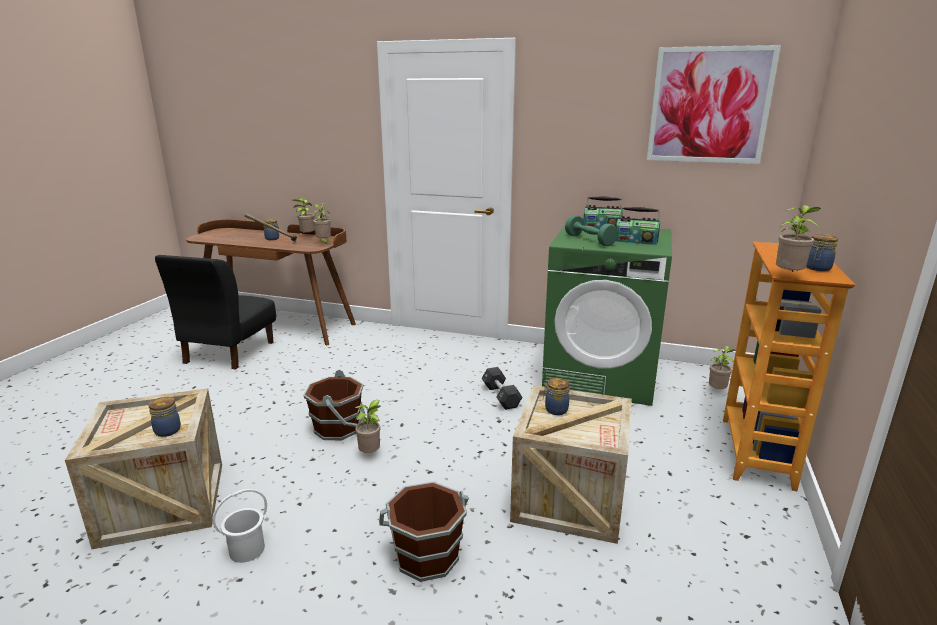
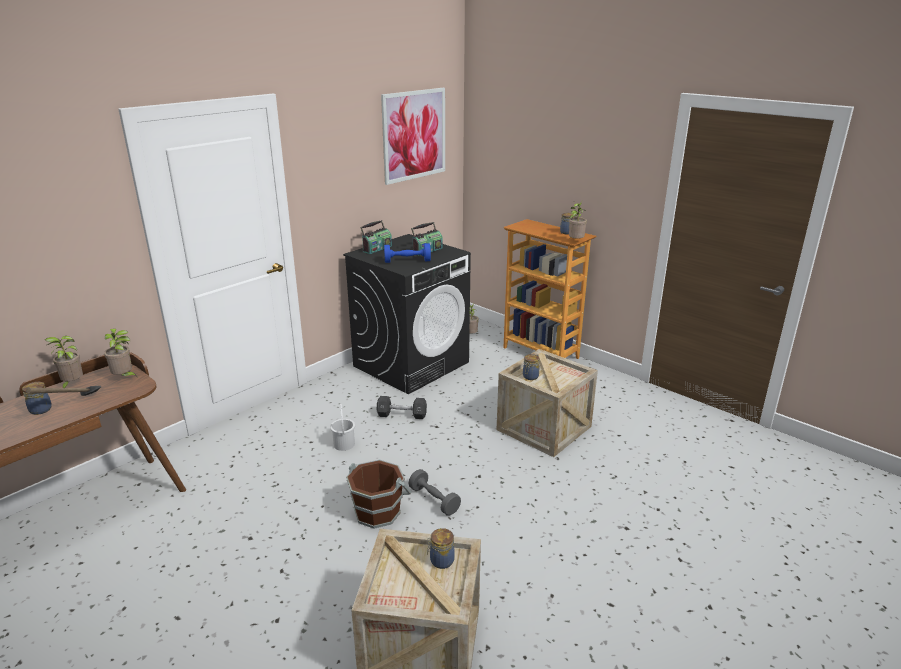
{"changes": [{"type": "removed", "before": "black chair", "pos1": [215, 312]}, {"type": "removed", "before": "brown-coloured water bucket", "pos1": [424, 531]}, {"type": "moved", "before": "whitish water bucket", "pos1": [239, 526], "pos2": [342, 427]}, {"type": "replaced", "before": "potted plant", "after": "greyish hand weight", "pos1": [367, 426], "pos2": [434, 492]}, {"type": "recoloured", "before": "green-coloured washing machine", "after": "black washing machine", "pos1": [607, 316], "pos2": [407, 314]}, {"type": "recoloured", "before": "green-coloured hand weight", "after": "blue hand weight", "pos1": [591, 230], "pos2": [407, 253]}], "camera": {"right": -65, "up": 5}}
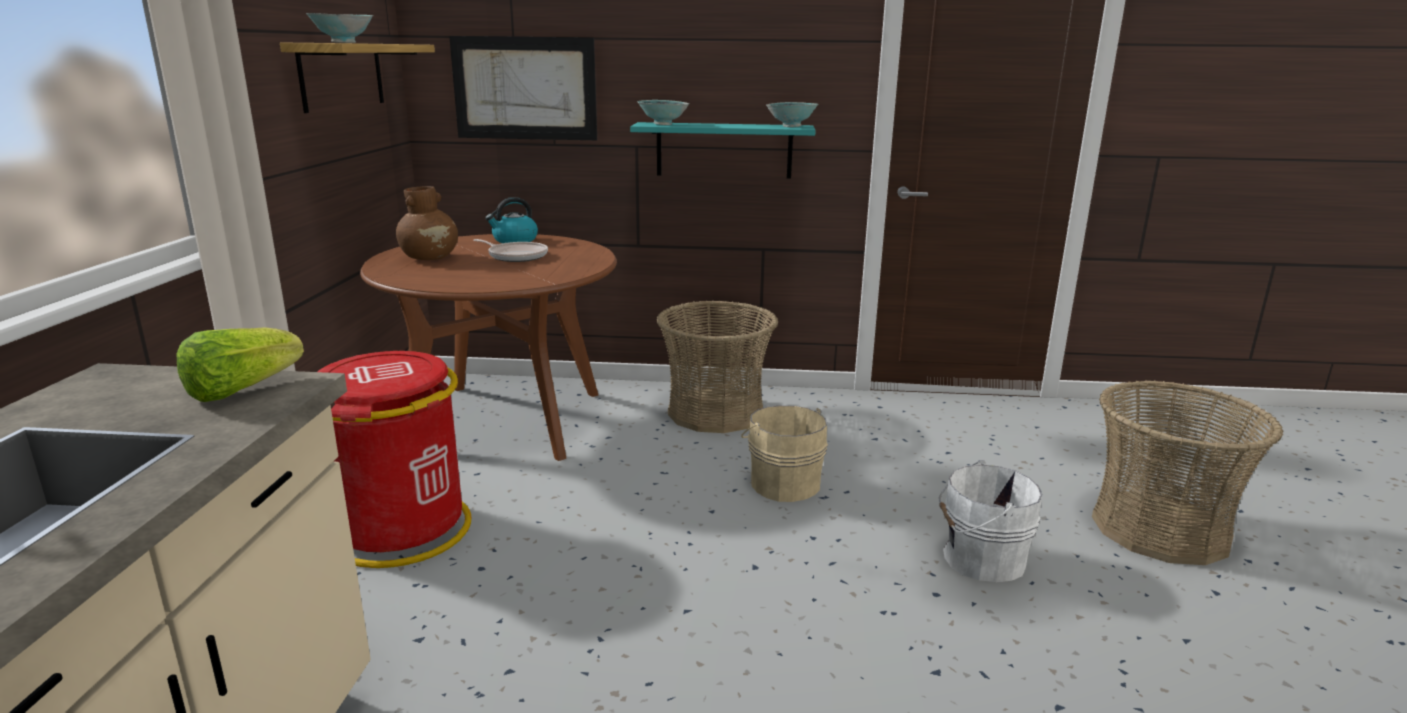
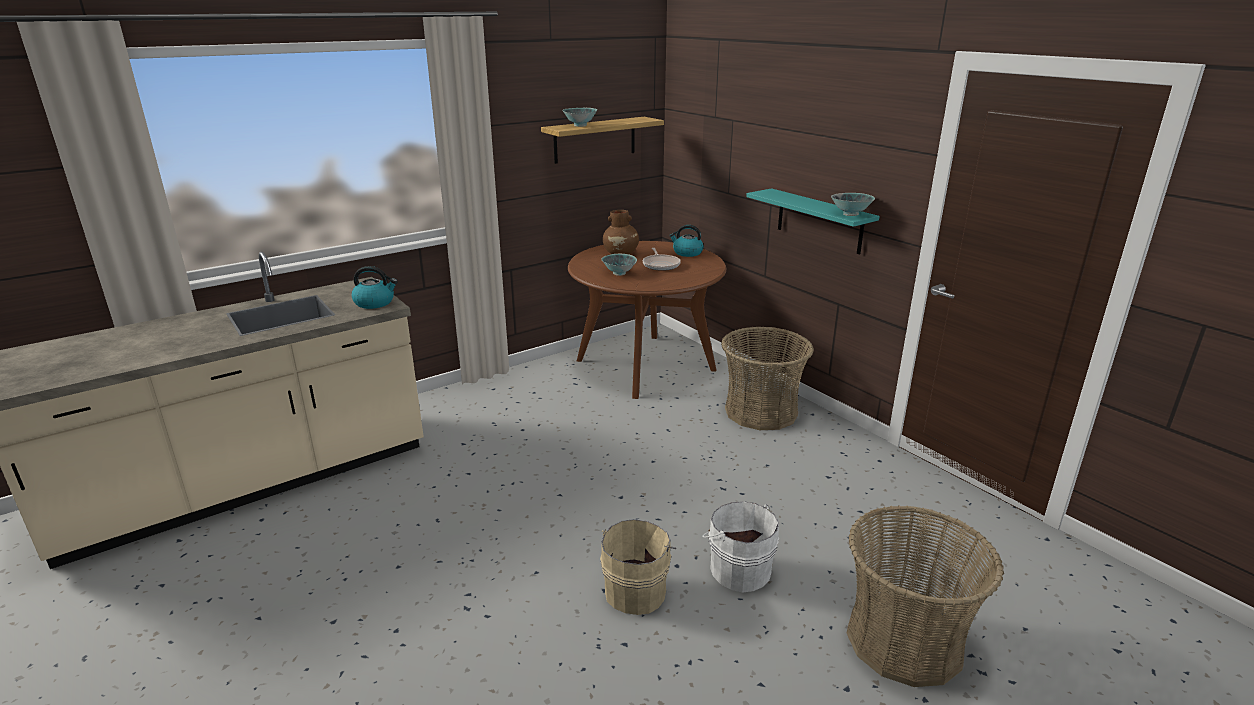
{"changes": [{"type": "removed", "before": "red waste bin", "pos1": [394, 459]}, {"type": "removed", "before": "wall picture", "pos1": [523, 88]}, {"type": "moved", "before": "serving bowl", "pos1": [663, 112], "pos2": [619, 265]}, {"type": "moved", "before": "beige water bucket", "pos1": [784, 453], "pos2": [638, 567]}, {"type": "replaced", "before": "head of lettuce", "after": "tea kettle", "pos1": [240, 364], "pos2": [374, 287]}], "camera": {"right": 50, "up": 5}}
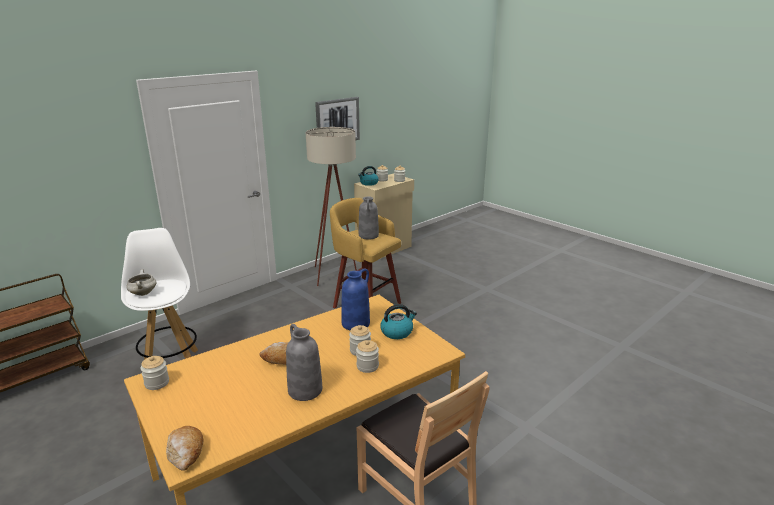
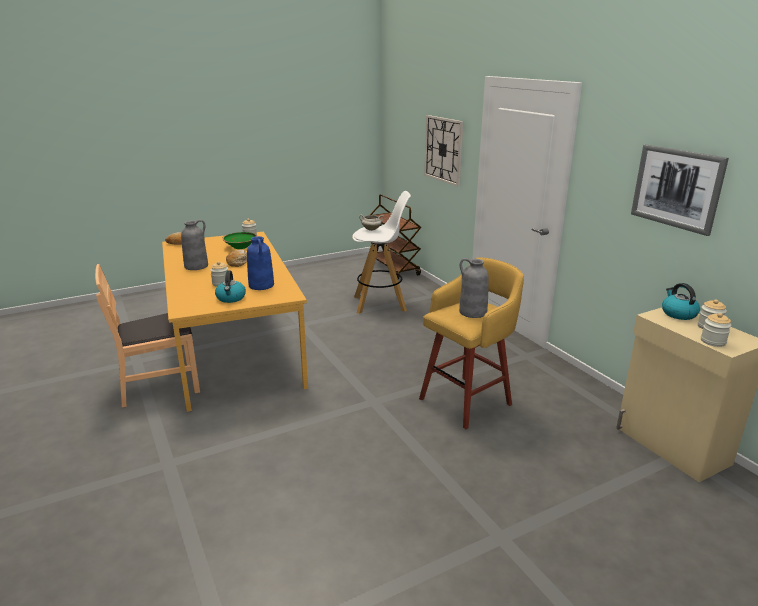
{"changes": [{"type": "removed", "before": "beige standard lamp", "pos1": [331, 206]}, {"type": "removed", "before": "preserve jar", "pos1": [367, 356]}, {"type": "added", "after": "green-coloured serving bowl", "pos2": [239, 240]}, {"type": "added", "after": "hanging clock", "pos2": [444, 151]}], "camera": {"right": 105, "up": 0}}
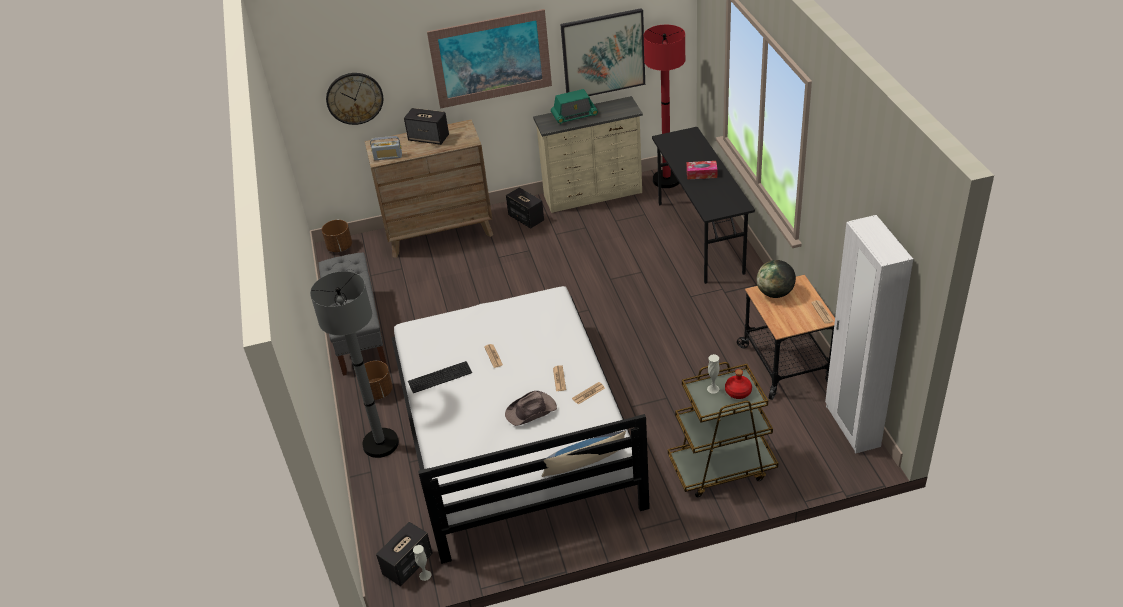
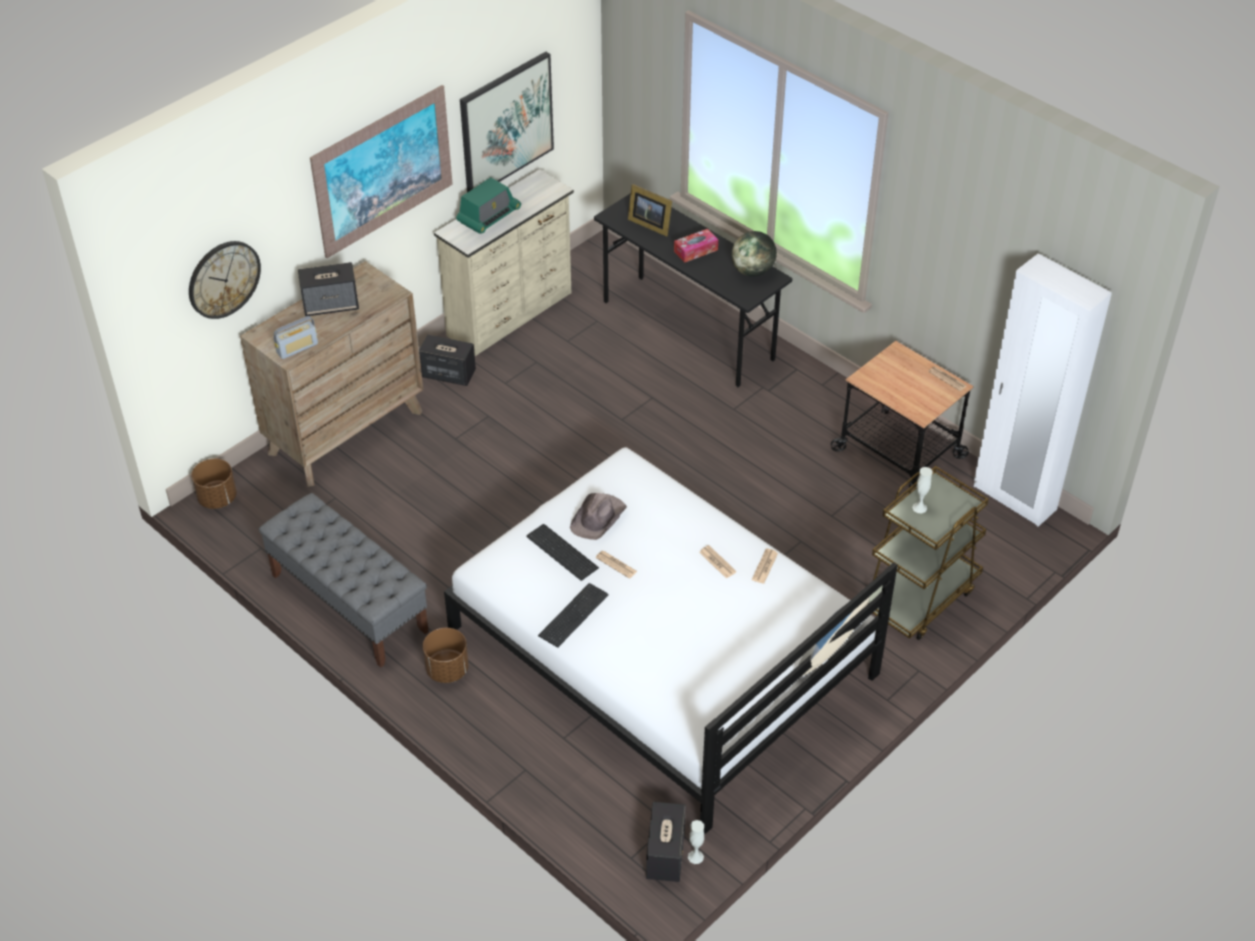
{"changes": [{"type": "removed", "before": "greyish standard lamp", "pos1": [354, 364]}, {"type": "removed", "before": "red standard lamp", "pos1": [664, 106]}, {"type": "removed", "before": "red beverage bottle", "pos1": [738, 384]}, {"type": "added", "after": "PC keyboard", "pos2": [562, 552]}, {"type": "added", "after": "standing frame", "pos2": [650, 210]}, {"type": "moved", "before": "brown-coloured hat", "pos1": [531, 408], "pos2": [598, 516]}, {"type": "moved", "before": "desk globe", "pos1": [776, 279], "pos2": [754, 254]}], "camera": {"right": -35, "up": 5}}
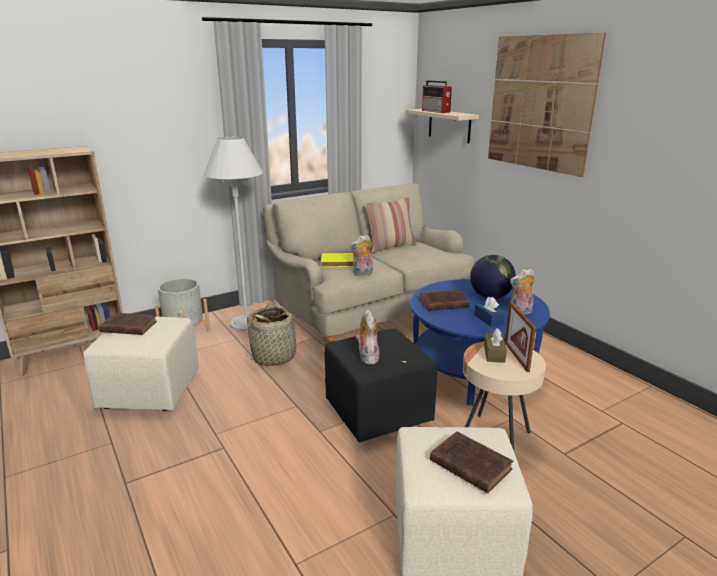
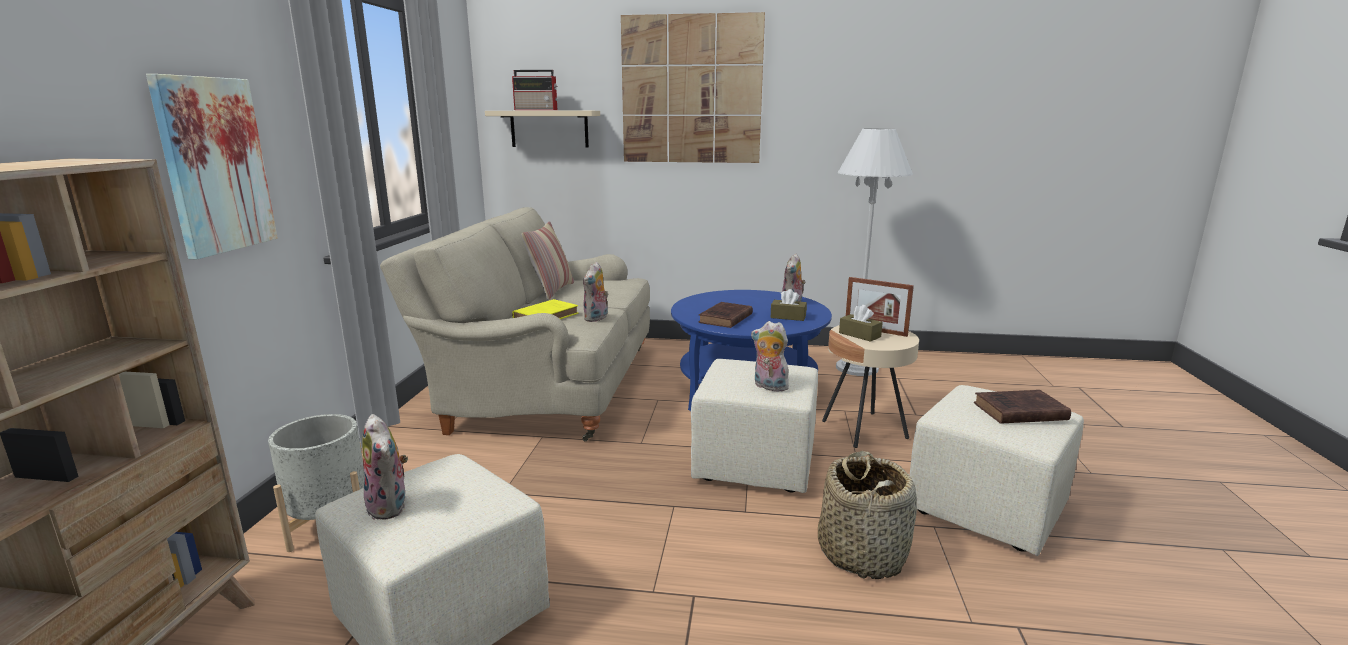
{"changes": [{"type": "removed", "before": "desk globe", "pos1": [493, 277]}, {"type": "added", "after": "wall picture", "pos2": [212, 166]}, {"type": "moved", "before": "whitish standard lamp", "pos1": [233, 233], "pos2": [874, 252]}, {"type": "moved", "before": "storage basket", "pos1": [275, 334], "pos2": [867, 515]}, {"type": "replaced", "before": "brown-coloured bound book", "after": "cuddly toy", "pos1": [128, 324], "pos2": [385, 467]}, {"type": "recoloured", "before": "black footrest", "after": "beige footrest", "pos1": [381, 385], "pos2": [754, 426]}, {"type": "recoloured", "before": "blue box of tissues", "after": "brown-coloured box of tissues", "pos1": [489, 312], "pos2": [789, 305]}], "camera": {"right": -50, "up": -5}}
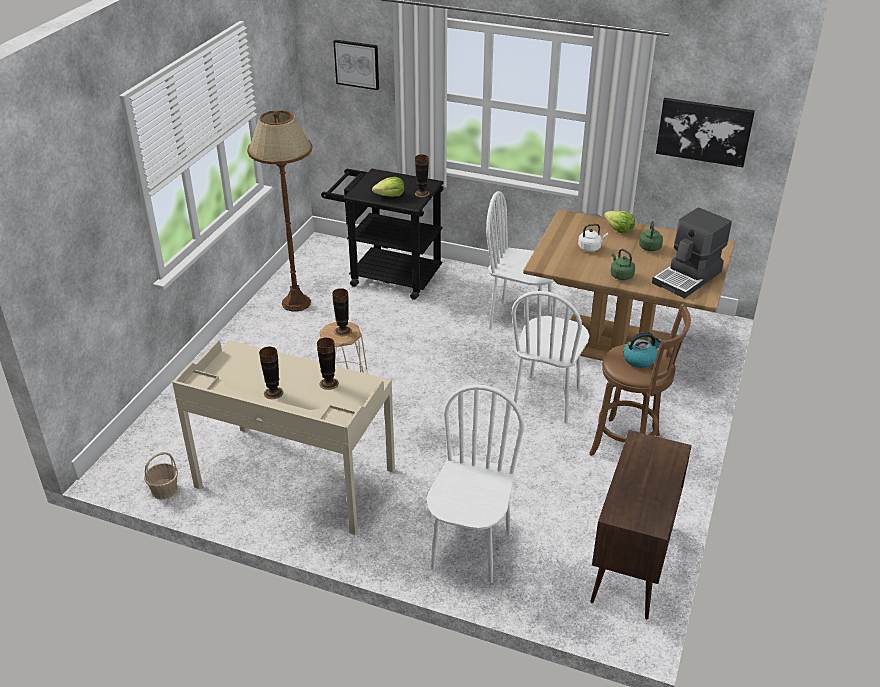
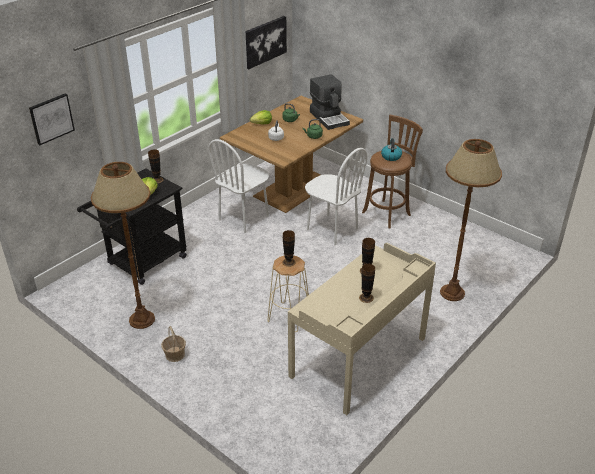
{"changes": [{"type": "removed", "before": "brown-coloured cabinet", "pos1": [641, 524]}, {"type": "moved", "before": "storage basket", "pos1": [161, 476], "pos2": [173, 344]}, {"type": "replaced", "before": "whitish chair", "after": "brown-coloured standard lamp", "pos1": [475, 484], "pos2": [471, 220]}], "camera": {"right": -70, "up": 0}}
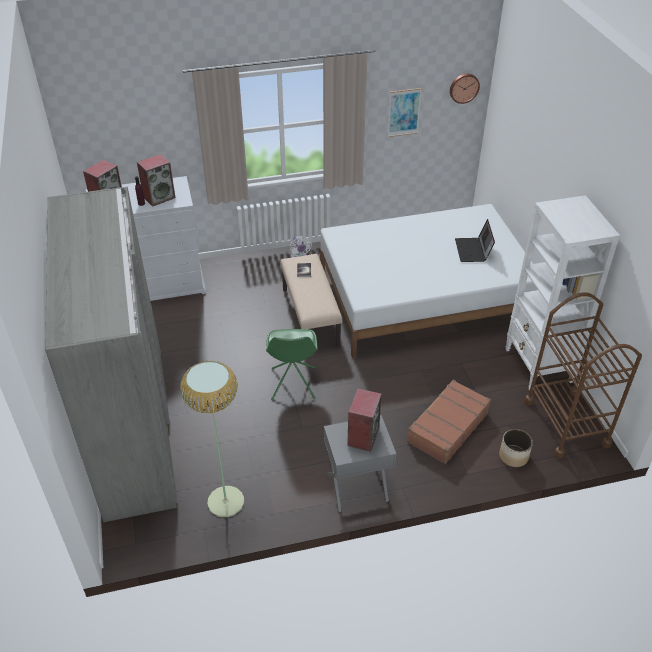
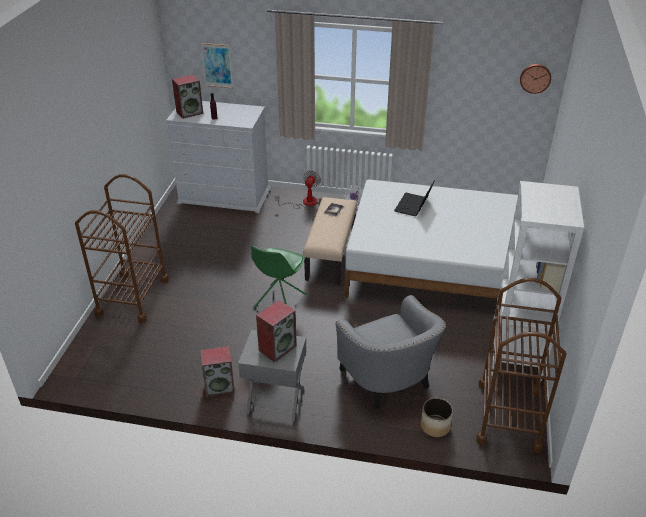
{"changes": [{"type": "removed", "before": "standard lamp", "pos1": [212, 439]}, {"type": "added", "after": "fan", "pos2": [298, 189]}, {"type": "moved", "before": "speaker", "pos1": [156, 180], "pos2": [217, 372]}, {"type": "moved", "before": "wall picture", "pos1": [404, 112], "pos2": [217, 65]}, {"type": "moved", "before": "portable computer", "pos1": [475, 240], "pos2": [414, 198]}, {"type": "replaced", "before": "greyish wardrobe", "after": "brown-coloured wheeled cart", "pos1": [111, 354], "pos2": [122, 248]}, {"type": "replaced", "before": "brown-coloured suitcase", "after": "greyish easy chair", "pos1": [449, 422], "pos2": [390, 351]}], "camera": {"right": 25, "up": -5}}
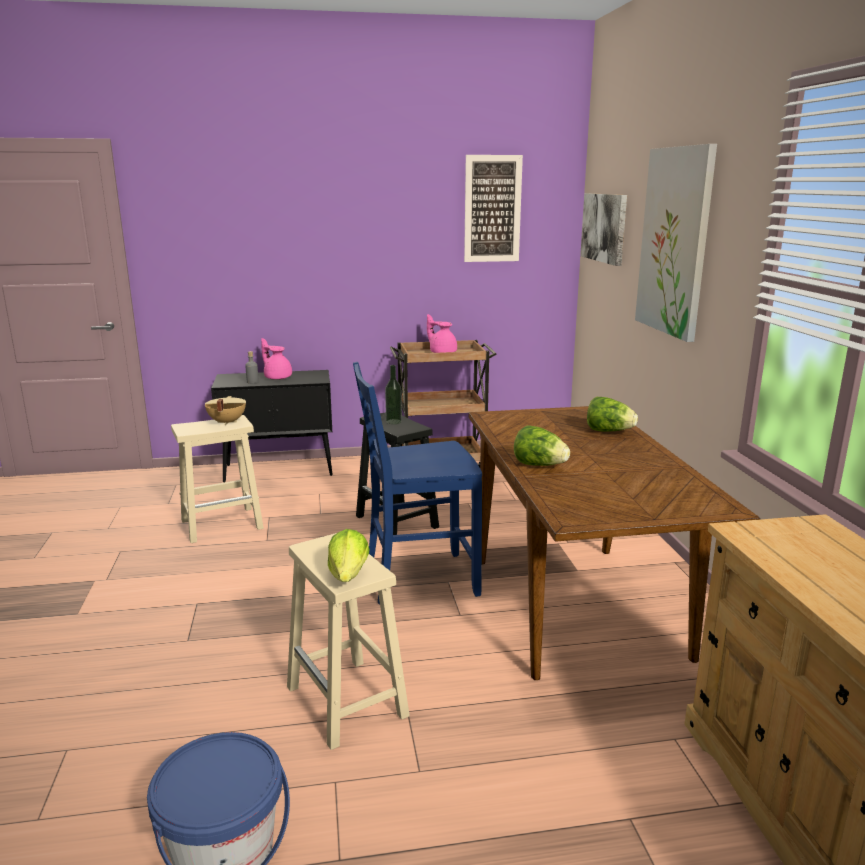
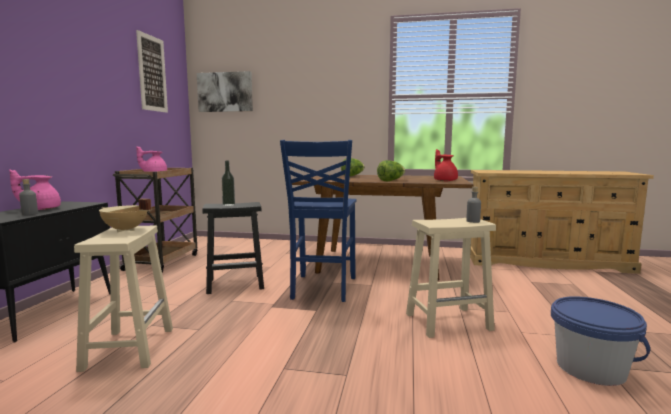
{"changes": [{"type": "removed", "before": "wall picture", "pos1": [676, 243]}, {"type": "added", "after": "red tea pot", "pos2": [446, 165]}, {"type": "replaced", "before": "head of lettuce", "after": "greyish beverage bottle", "pos1": [348, 555], "pos2": [473, 205]}], "camera": {"right": -70, "up": -10}}
